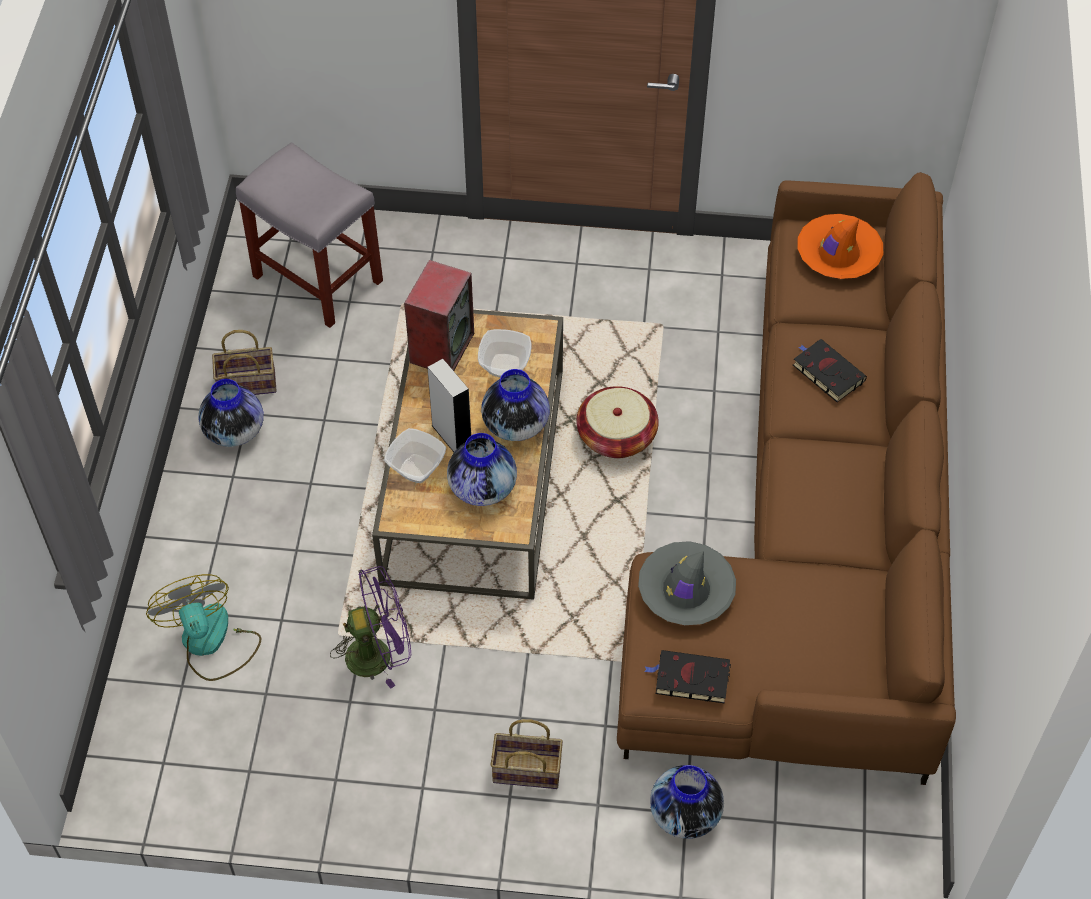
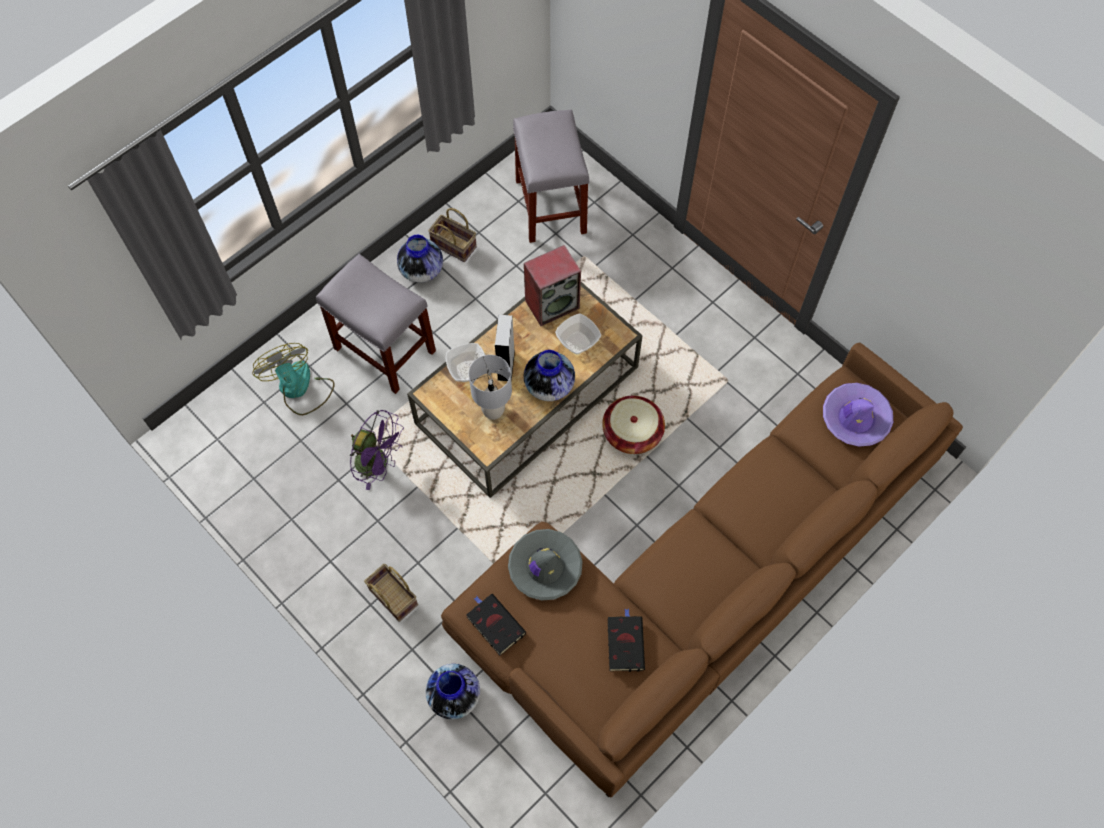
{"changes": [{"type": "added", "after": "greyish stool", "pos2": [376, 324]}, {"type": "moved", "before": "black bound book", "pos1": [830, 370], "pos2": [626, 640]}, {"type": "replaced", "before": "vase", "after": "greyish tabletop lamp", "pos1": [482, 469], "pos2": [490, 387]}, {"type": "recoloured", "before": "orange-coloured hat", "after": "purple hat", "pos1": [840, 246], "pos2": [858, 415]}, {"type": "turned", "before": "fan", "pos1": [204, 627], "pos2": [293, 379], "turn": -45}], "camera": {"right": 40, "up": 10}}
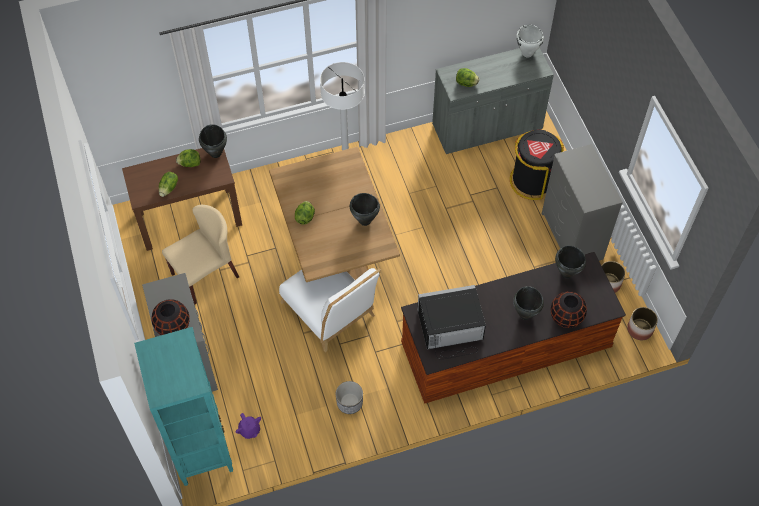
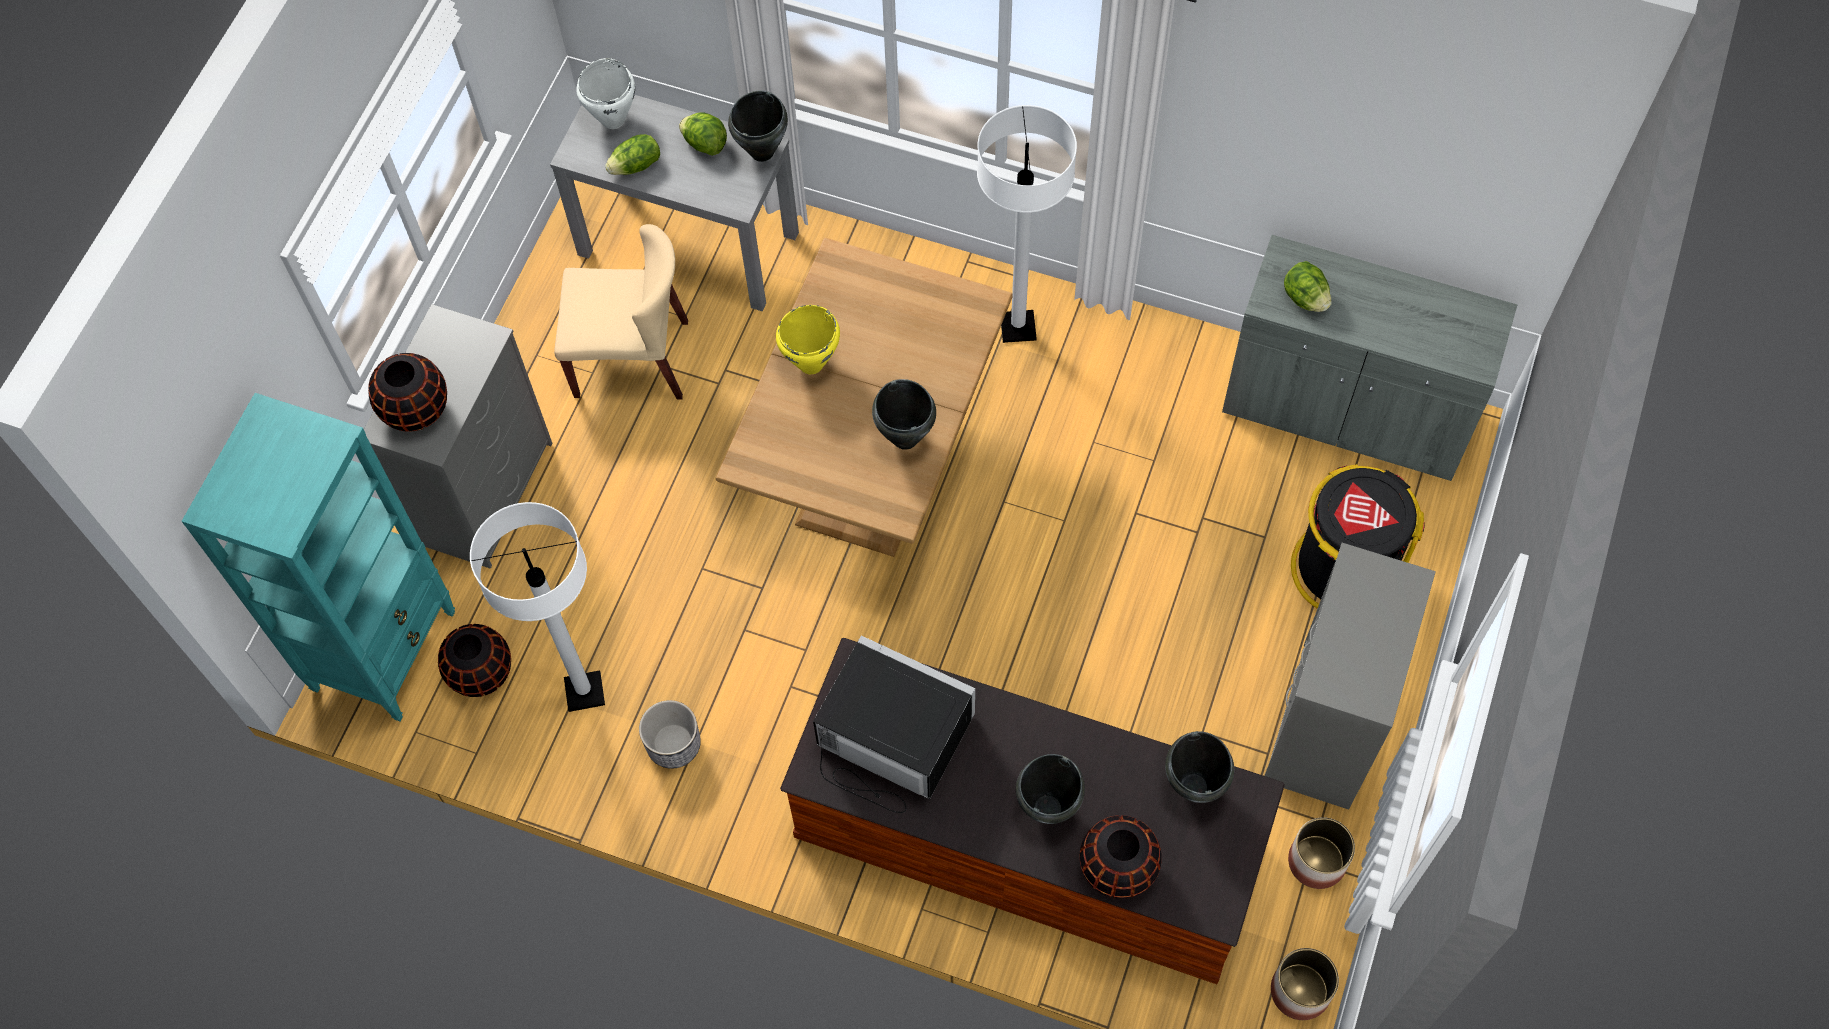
{"changes": [{"type": "removed", "before": "whitish chair", "pos1": [330, 310]}, {"type": "added", "after": "whitish standard lamp", "pos2": [537, 607]}, {"type": "moved", "before": "whitish cooking pot", "pos1": [530, 41], "pos2": [605, 93]}, {"type": "replaced", "before": "purple tea pot", "after": "black vase", "pos1": [248, 426], "pos2": [474, 660]}, {"type": "replaced", "before": "head of lettuce", "after": "yellow-coloured cooking pot", "pos1": [305, 213], "pos2": [808, 339]}, {"type": "recoloured", "before": "brown-coloured console table", "after": "greyish console table", "pos1": [182, 199], "pos2": [674, 203]}], "camera": {"right": 40, "up": 5}}
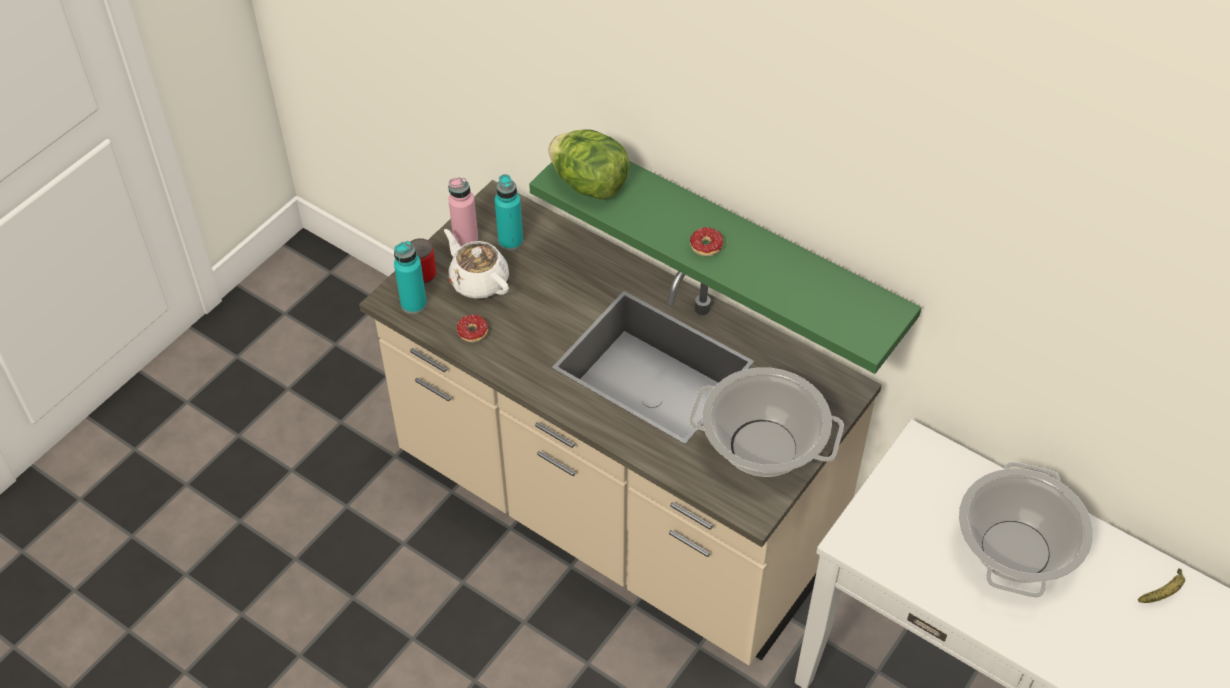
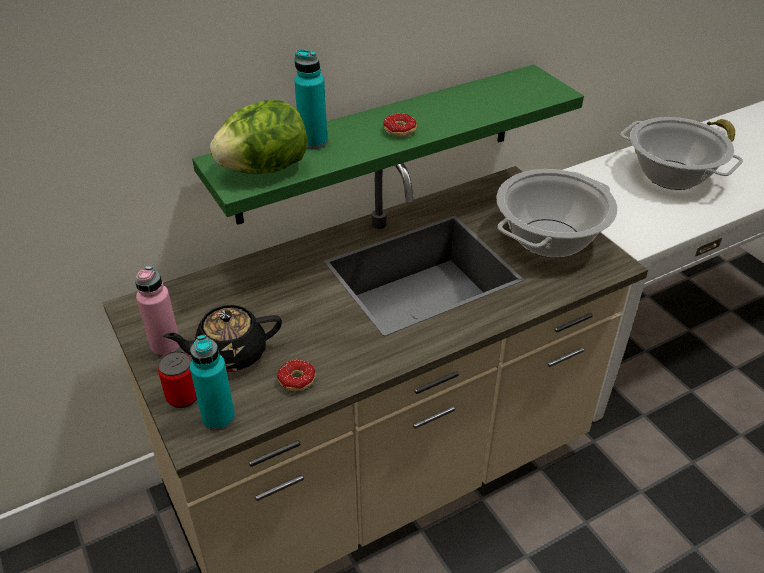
{"changes": [{"type": "moved", "before": "blue-green beverage bottle", "pos1": [509, 212], "pos2": [311, 99]}, {"type": "recoloured", "before": "whitish tea pot", "after": "black tea pot", "pos1": [476, 264], "pos2": [223, 338]}], "camera": {"right": -65, "up": -10}}
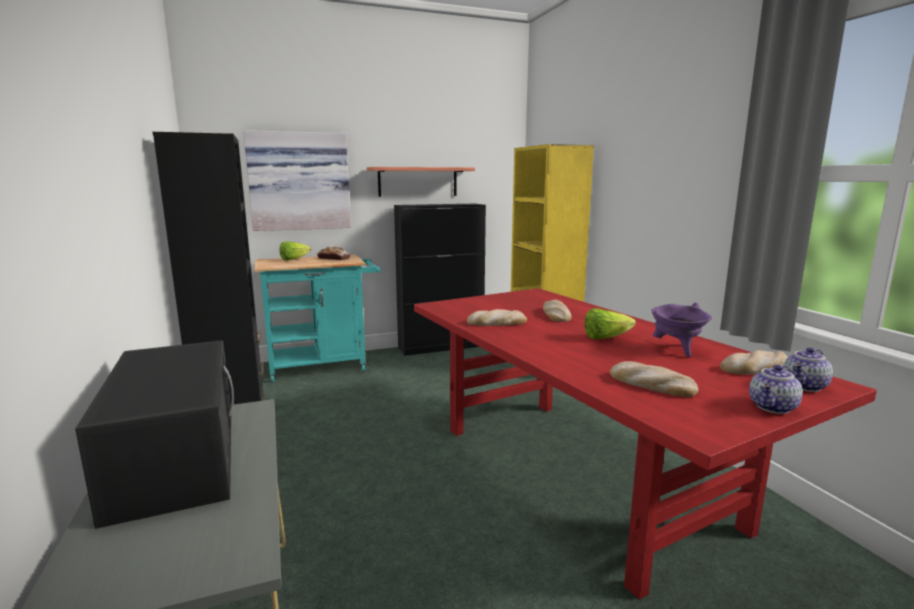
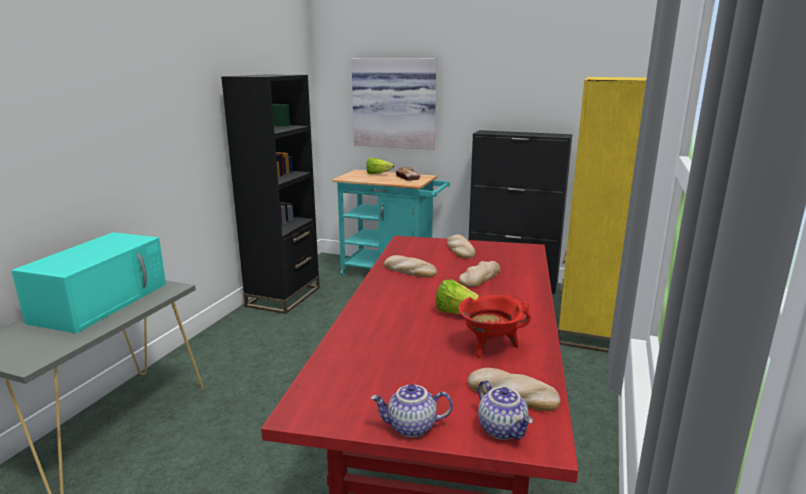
{"changes": [{"type": "removed", "before": "bracket shelf", "pos1": [421, 182]}, {"type": "moved", "before": "baked bread", "pos1": [654, 379], "pos2": [461, 246]}, {"type": "recoloured", "before": "black microwave", "after": "blue-green microwave", "pos1": [154, 434], "pos2": [88, 282]}, {"type": "recoloured", "before": "purple cooking pot", "after": "red cooking pot", "pos1": [681, 329], "pos2": [495, 326]}, {"type": "turned", "before": "tea pot", "pos1": [808, 370], "pos2": [505, 410], "turn": -120}], "camera": {"right": 40, "up": 5}}
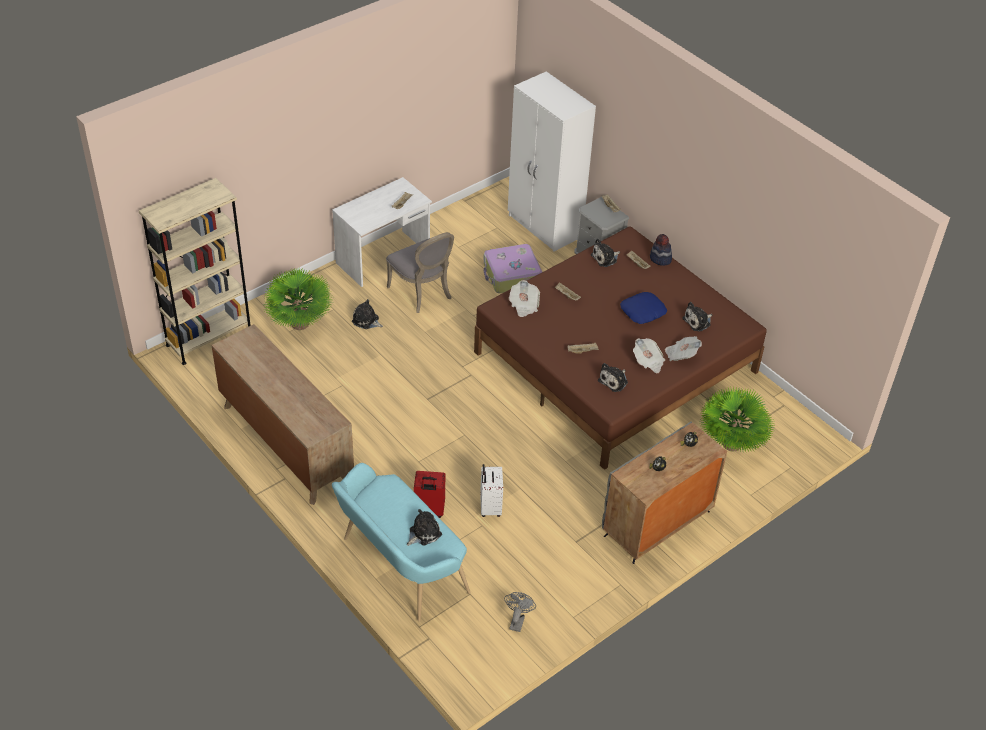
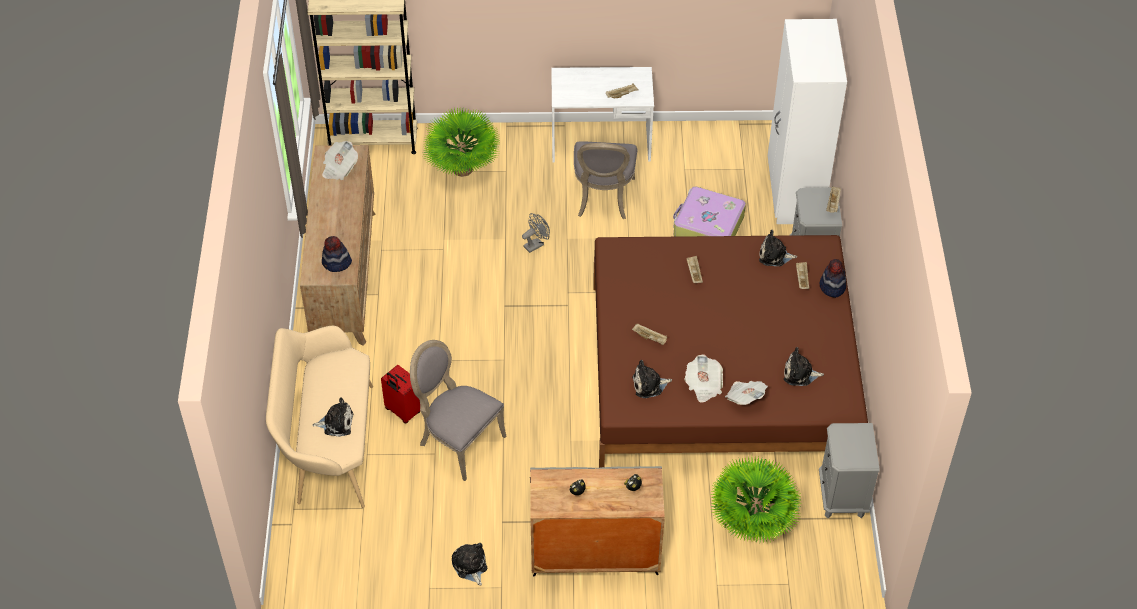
{"changes": [{"type": "removed", "before": "blue pillow", "pos1": [643, 308]}, {"type": "added", "after": "hat", "pos2": [337, 254]}, {"type": "added", "after": "greyish nightstand", "pos2": [849, 471]}, {"type": "moved", "before": "cuddly toy", "pos1": [367, 314], "pos2": [469, 564]}, {"type": "moved", "before": "greyish fan", "pos1": [520, 612], "pos2": [536, 233]}, {"type": "moved", "before": "daily paper", "pos1": [524, 298], "pos2": [340, 160]}, {"type": "replaced", "before": "whitish suitcase", "after": "greyish chair", "pos1": [491, 490], "pos2": [458, 410]}, {"type": "recoloured", "before": "blue-green indoor bench", "after": "beige indoor bench", "pos1": [401, 542], "pos2": [319, 417]}], "camera": {"right": 40, "up": 5}}
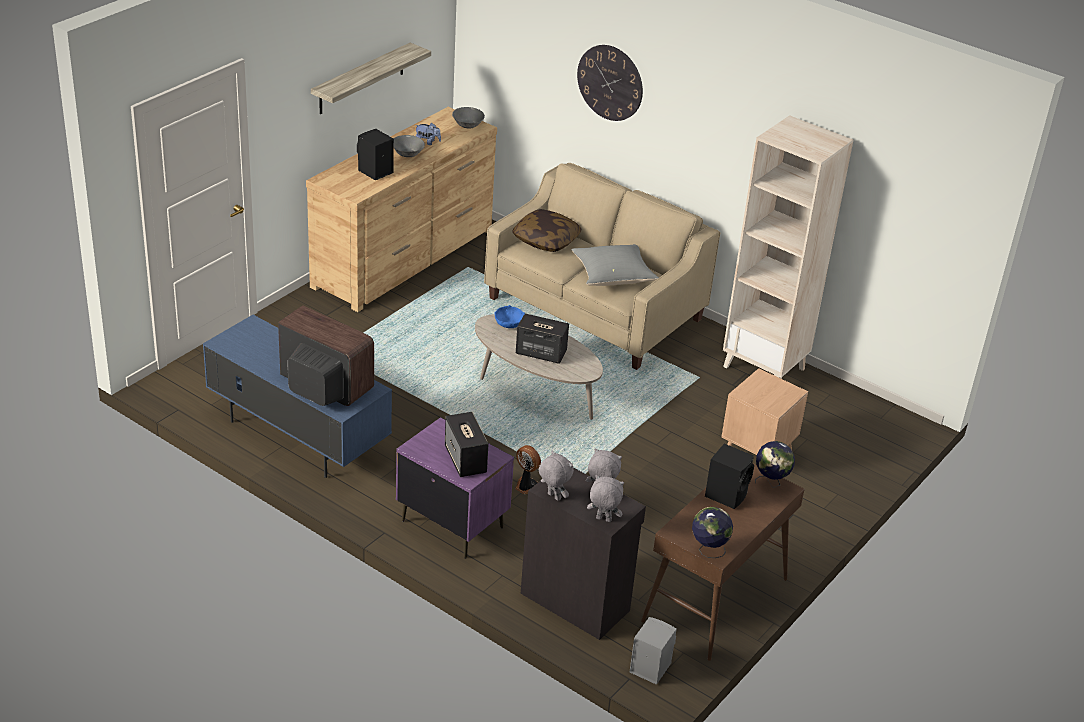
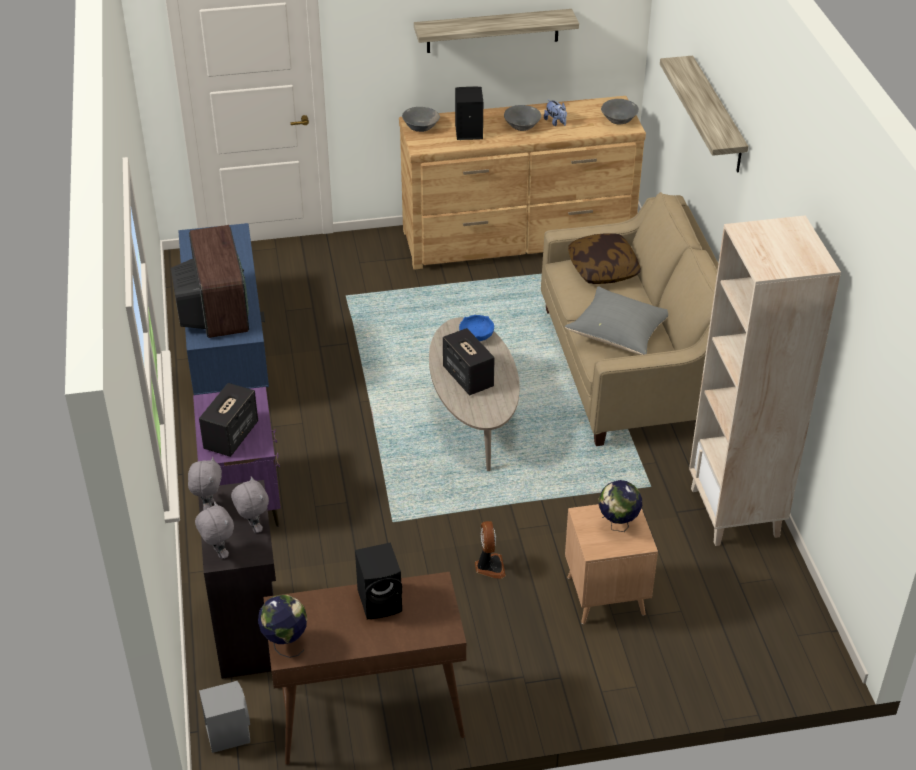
{"changes": [{"type": "added", "after": "greyish serving bowl", "pos2": [421, 119]}, {"type": "moved", "before": "fan", "pos1": [528, 469], "pos2": [490, 550]}, {"type": "moved", "before": "desk globe", "pos1": [775, 464], "pos2": [620, 506]}, {"type": "replaced", "before": "hanging clock", "after": "bracket shelf", "pos1": [610, 83], "pos2": [704, 114]}], "camera": {"right": 45, "up": 5}}
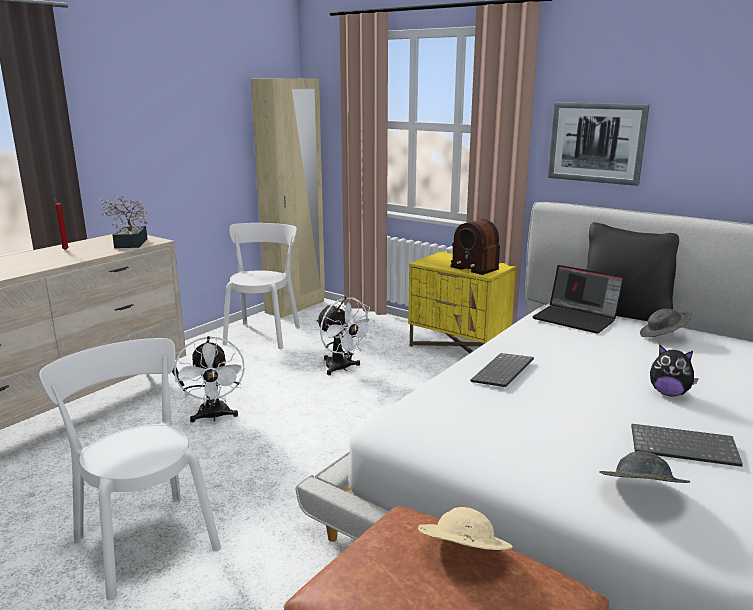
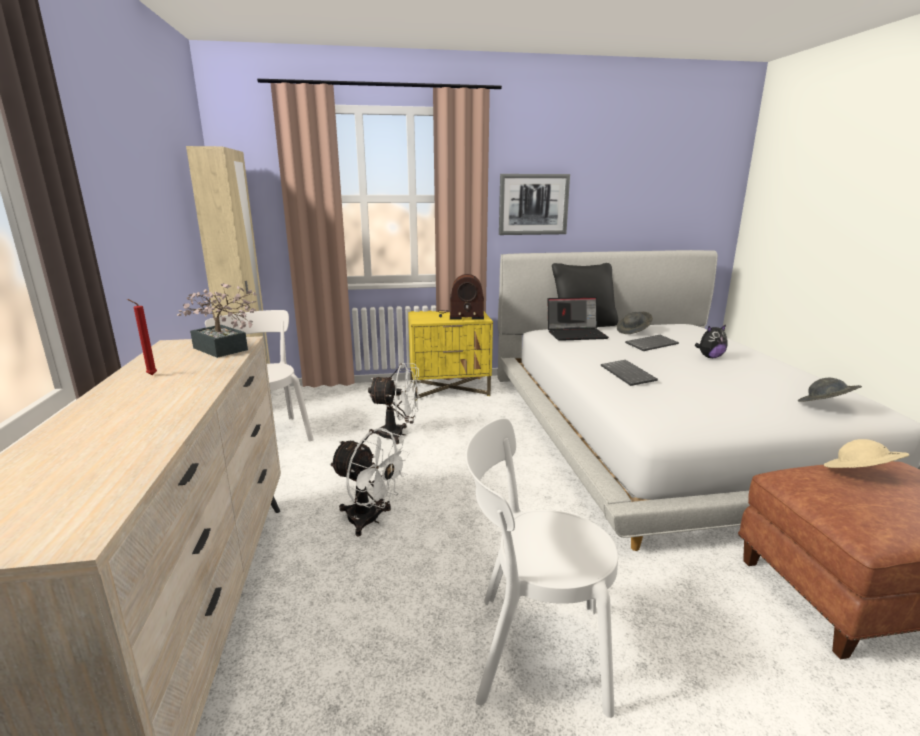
{"changes": [{"type": "moved", "before": "PC keyboard", "pos1": [687, 445], "pos2": [652, 343]}], "camera": {"right": -45, "up": 0}}
